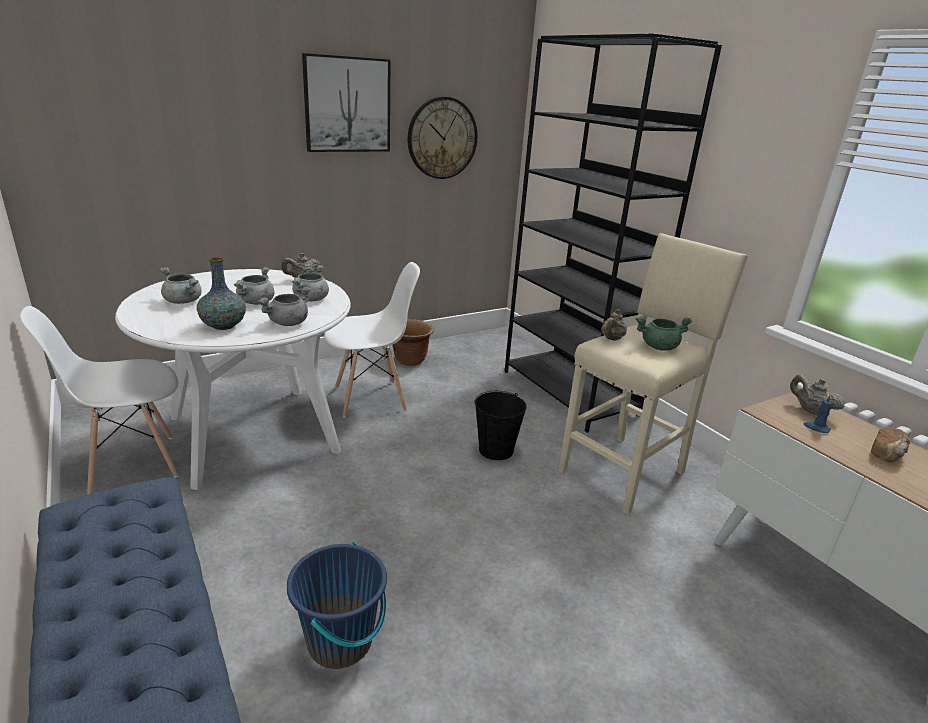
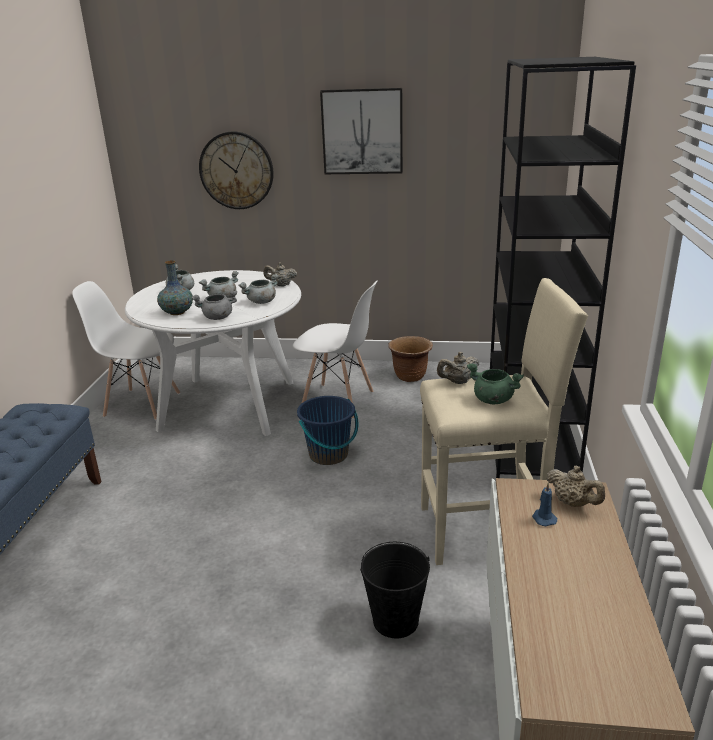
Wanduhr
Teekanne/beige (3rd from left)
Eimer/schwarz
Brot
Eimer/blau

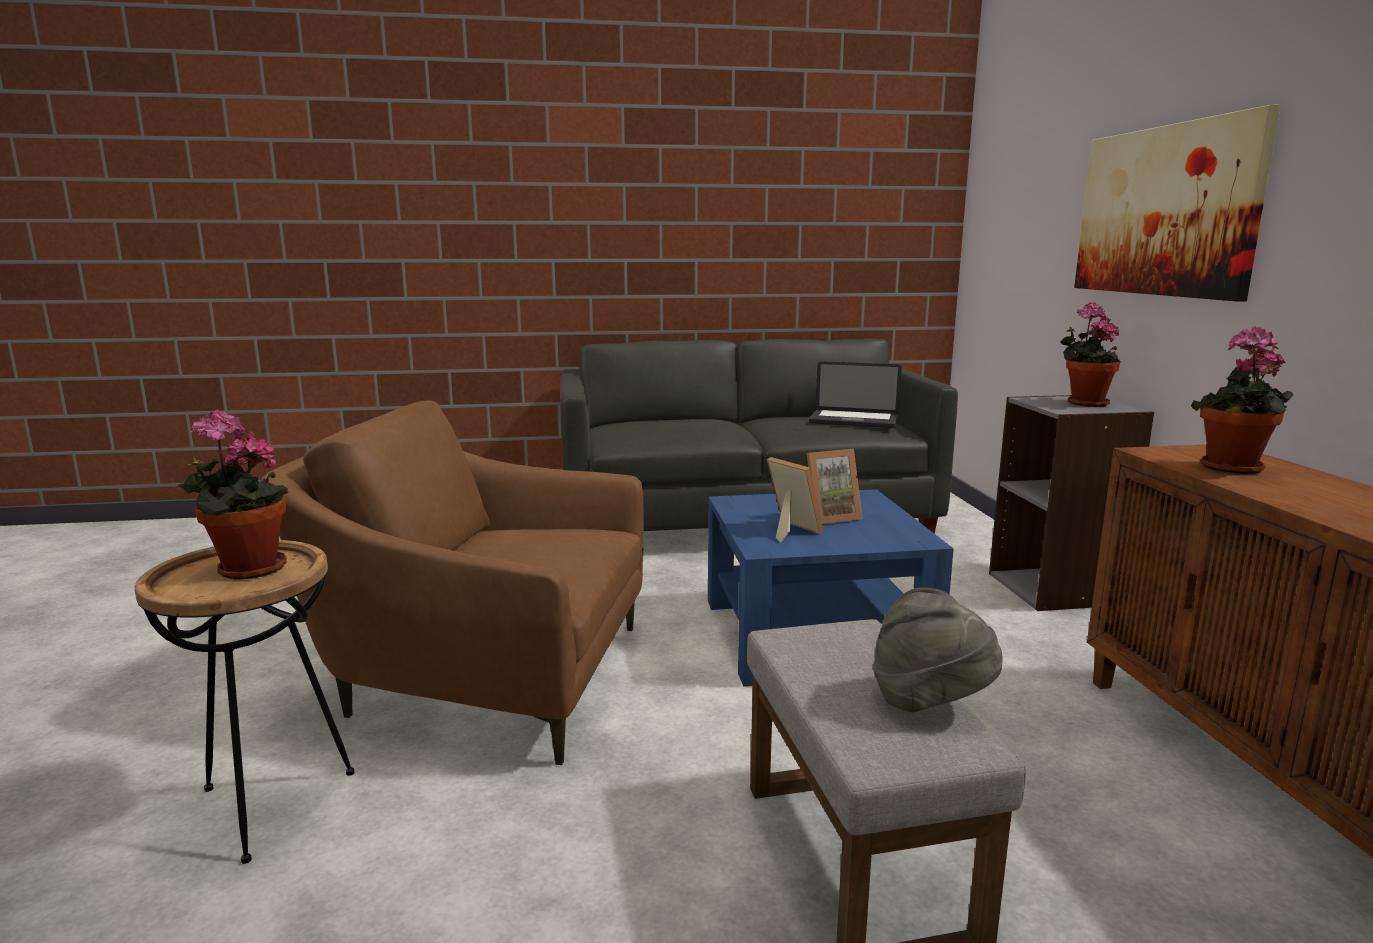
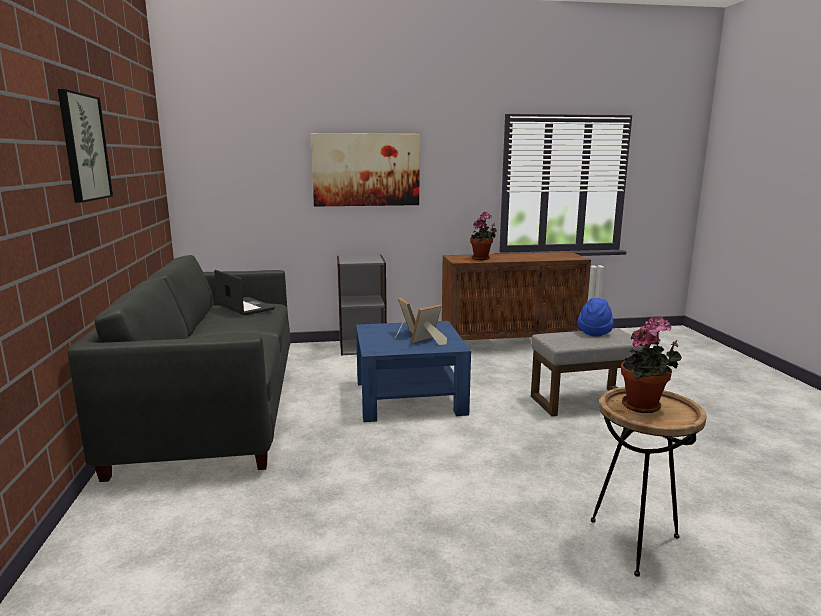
Topfpflanze (2nd from left in the first image)
Laptop
Sessel/braun
Hut/blau
Bild (1st from left)

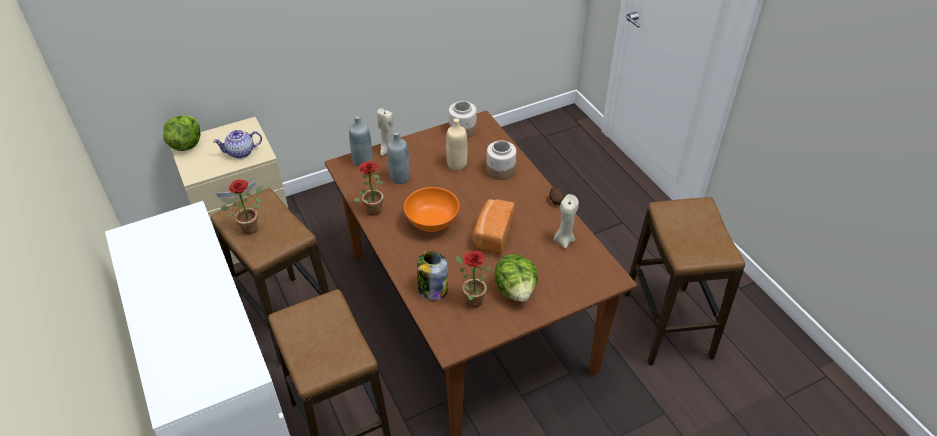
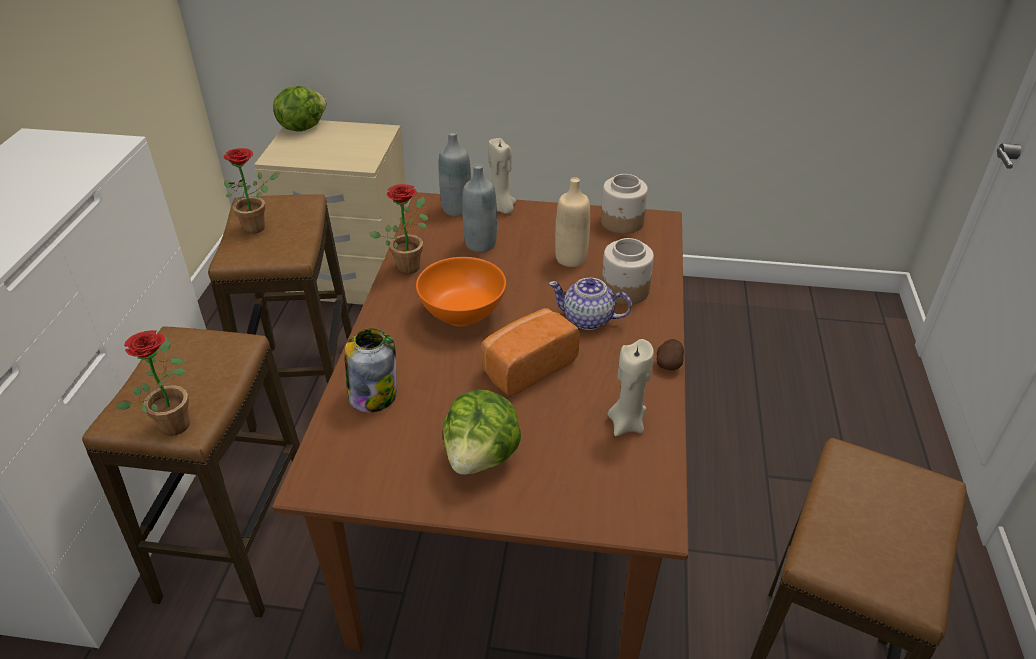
Teekanne
Topfpflanze (1st from left)

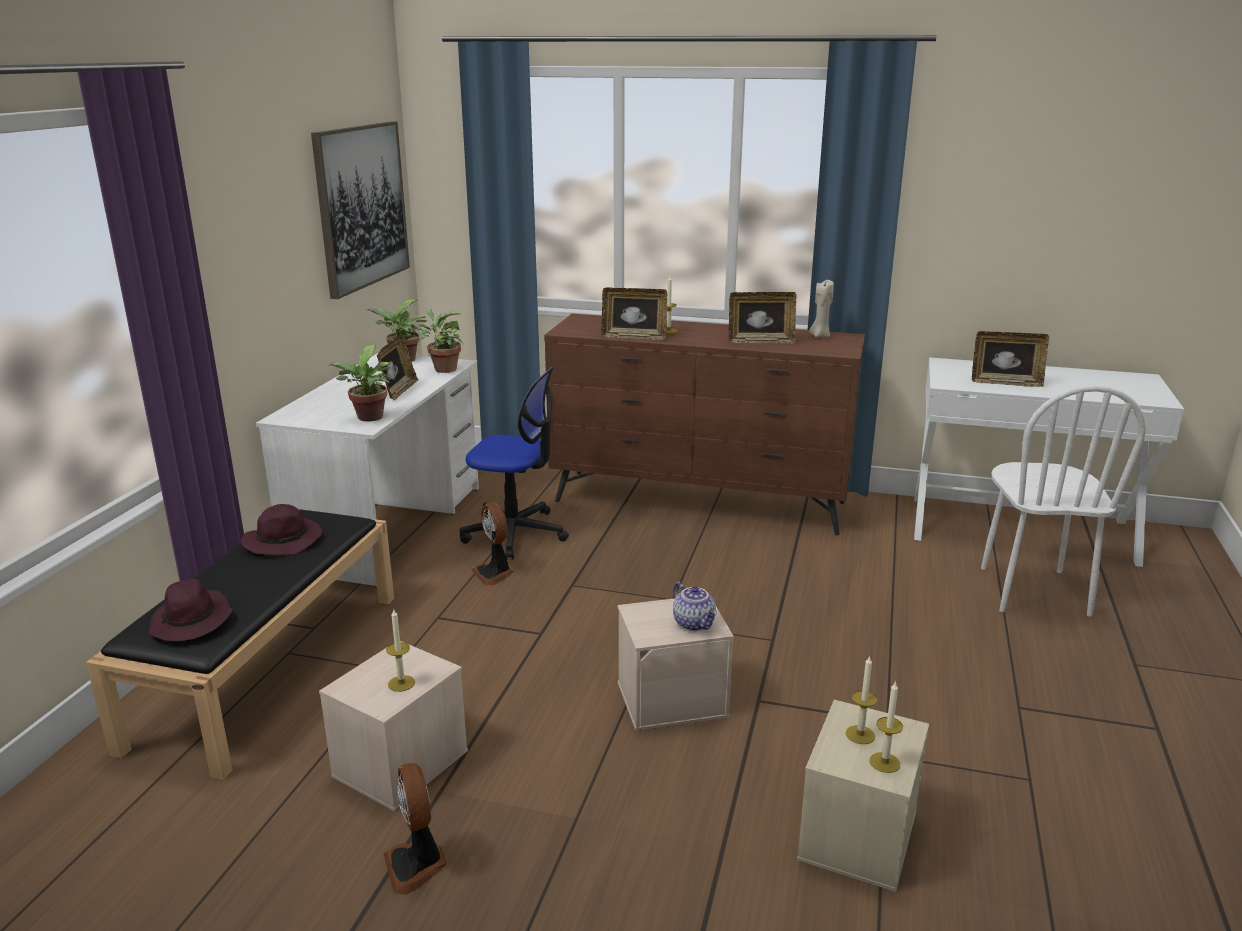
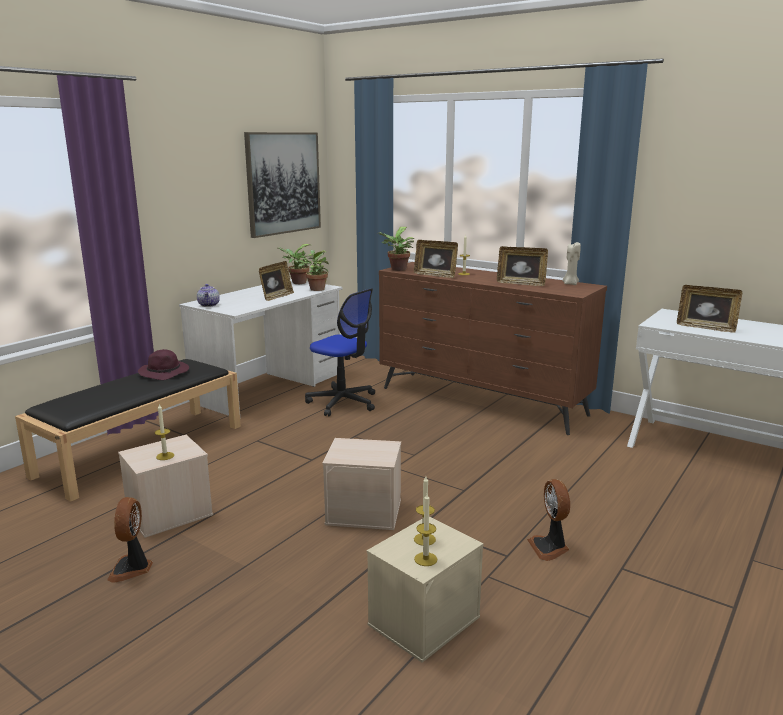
Topfpflanze (3rd from left)
Stuhl/weiß
Ventilator (2nd from left)
Hut/lila (1st from left in the first image)
Teekanne

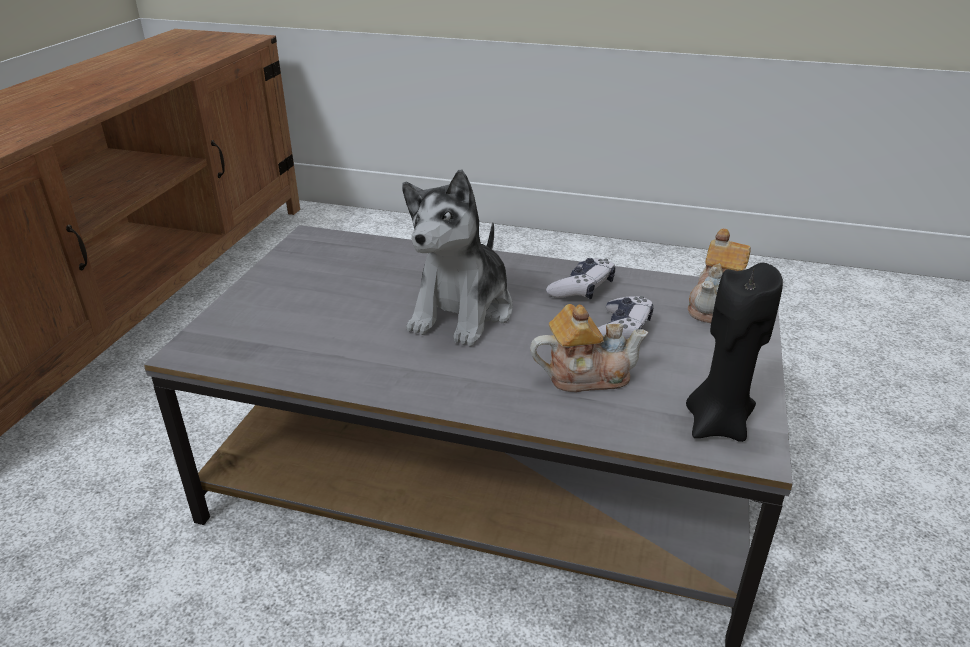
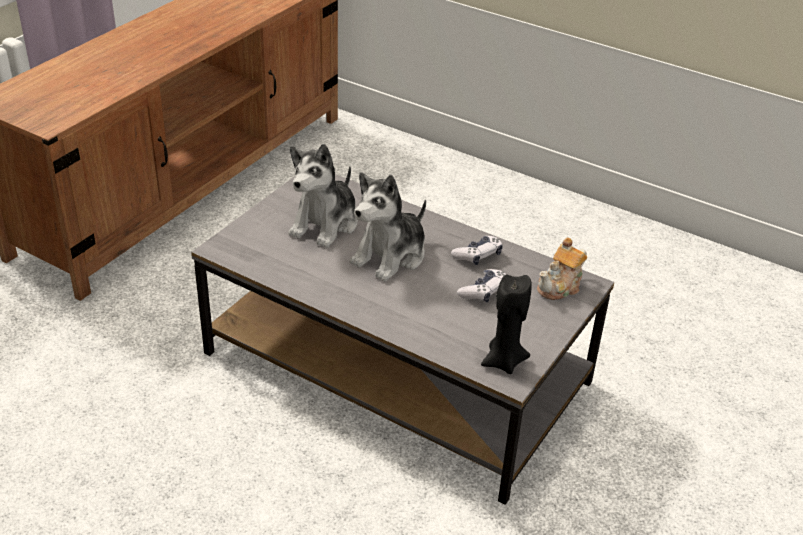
Teekanne (1st from left in the first image)
Plüschtier (1st from left)

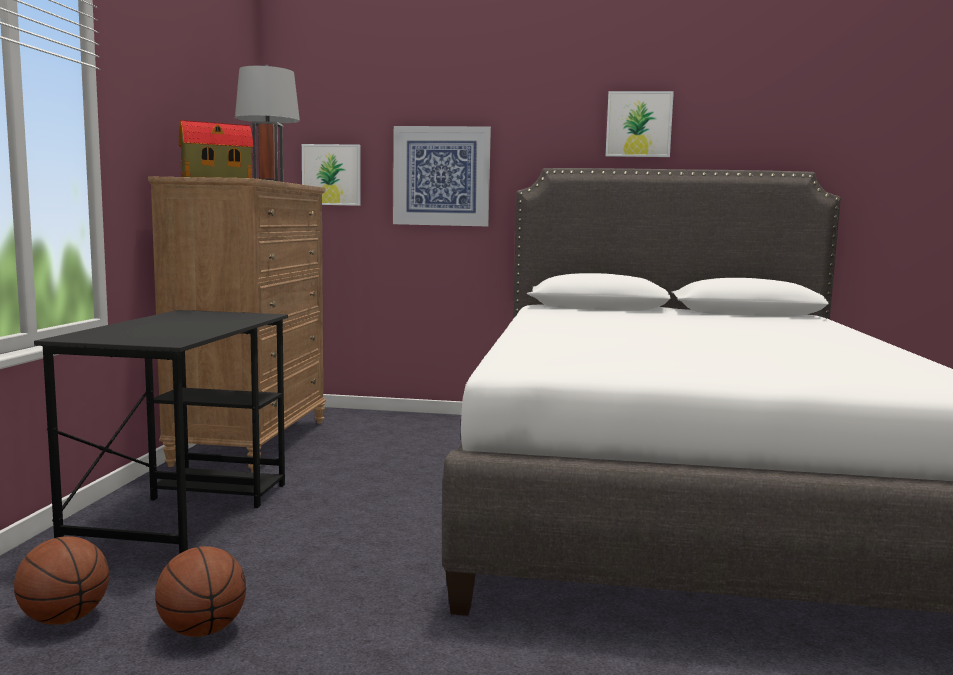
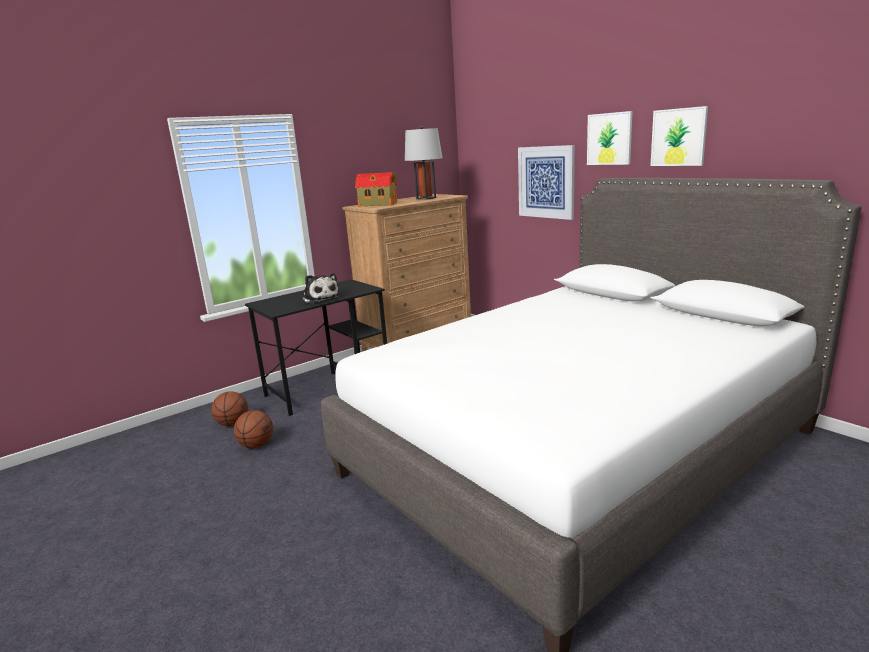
Bild (2nd from left)
Plüschtier

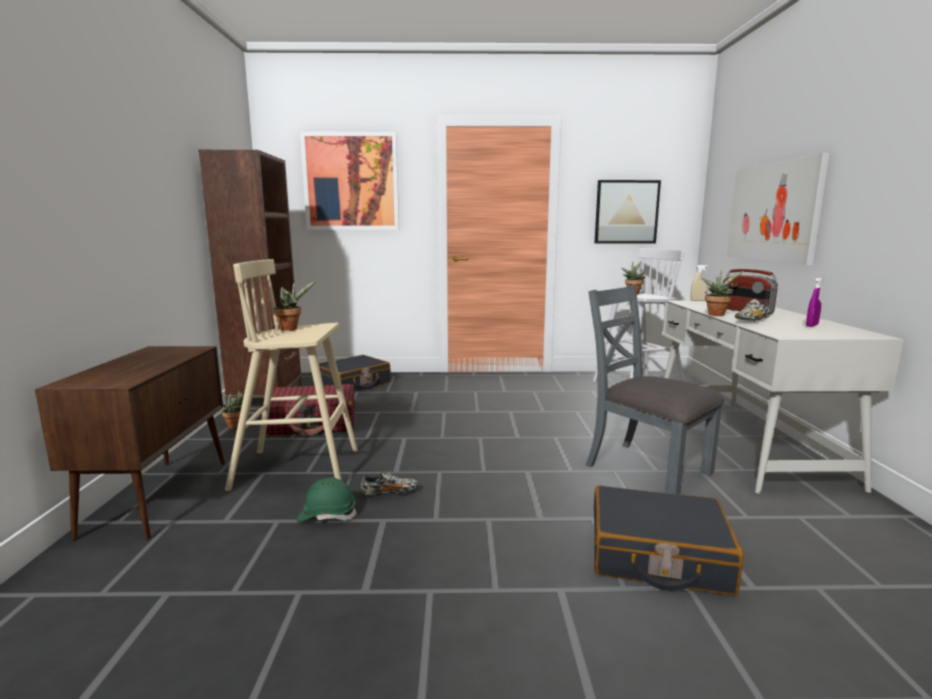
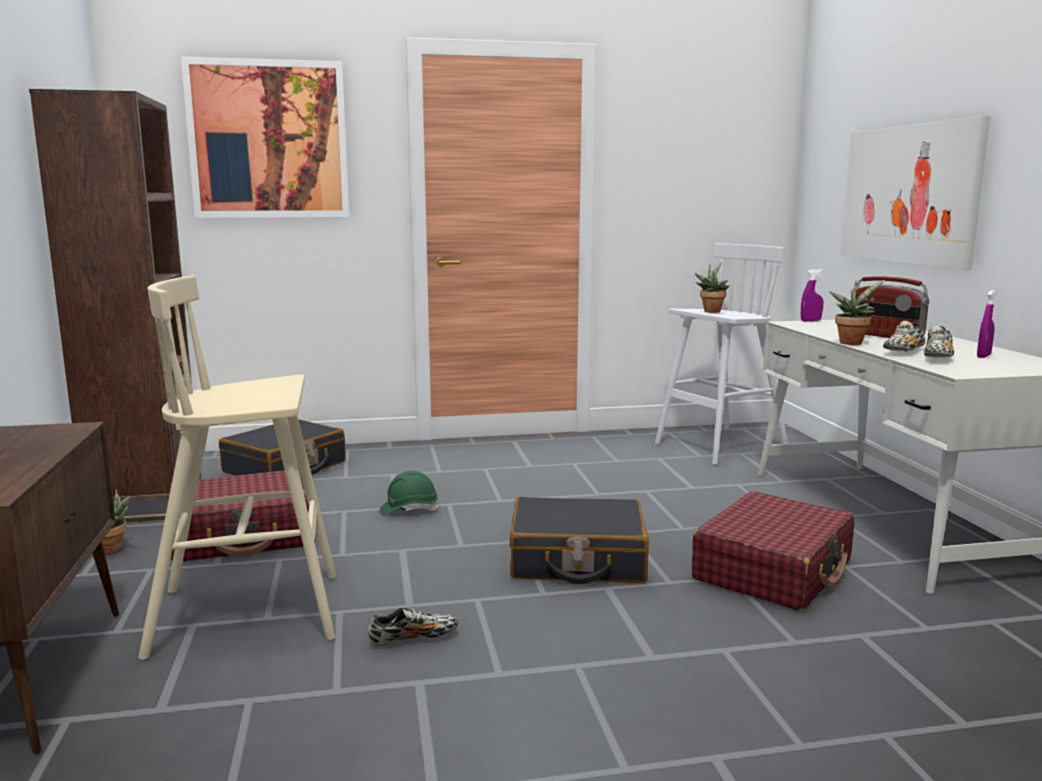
Bild (2nd from left in the first image)
Sprühflasche/lila (1st from left)
Topfpflanze (2nd from left in the first image)
Koffer/rot (2nd from left)
Schutzhelm/grün
Koffer/schwarz (2nd from left)
Schuh (3rd from left)

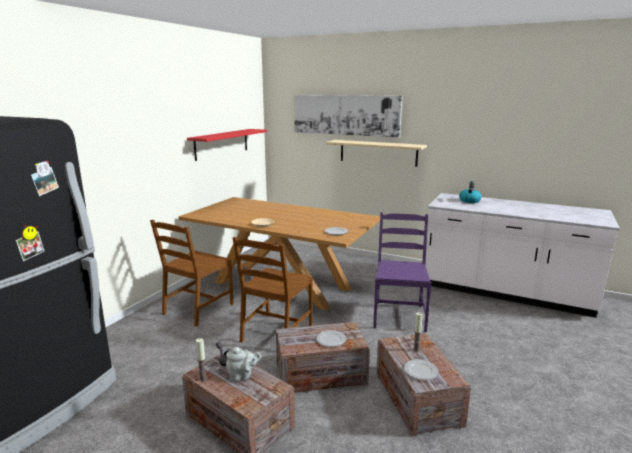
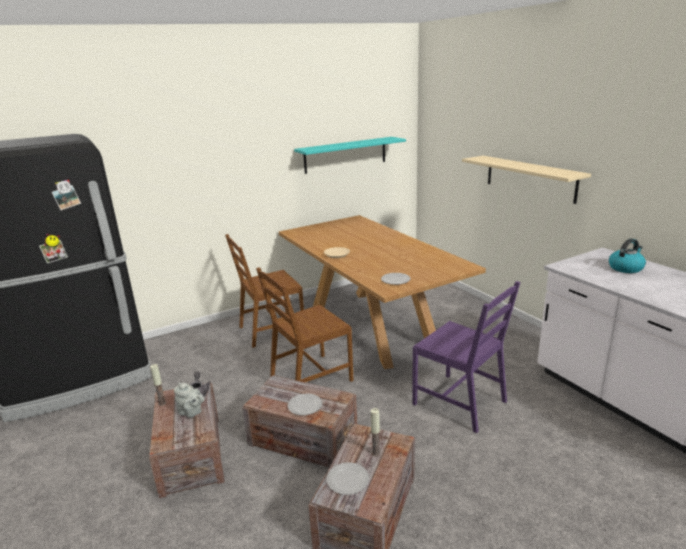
Bild
Wandregal/türkis
Stuhl/lila

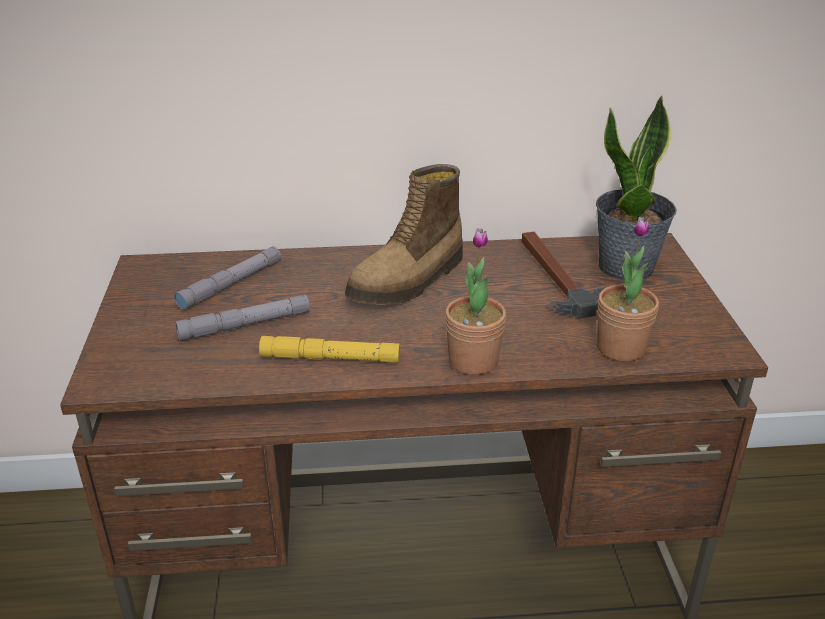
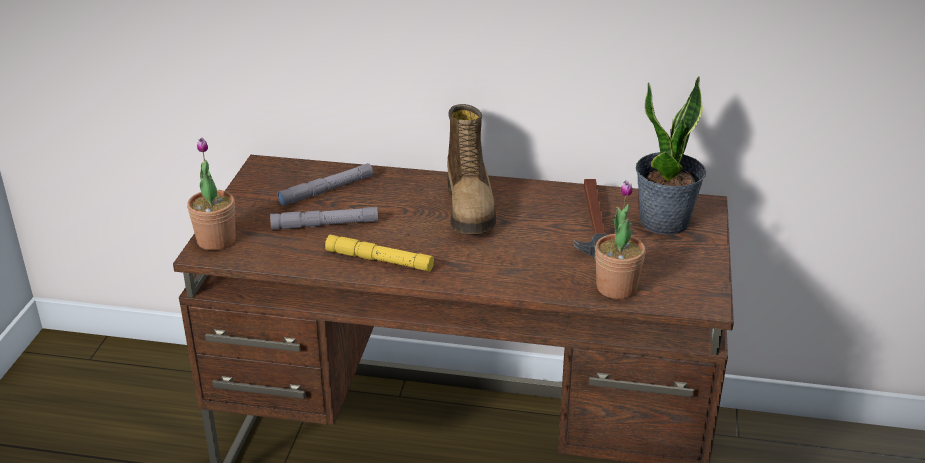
Stiefel
Topfpflanze (1st from left)

